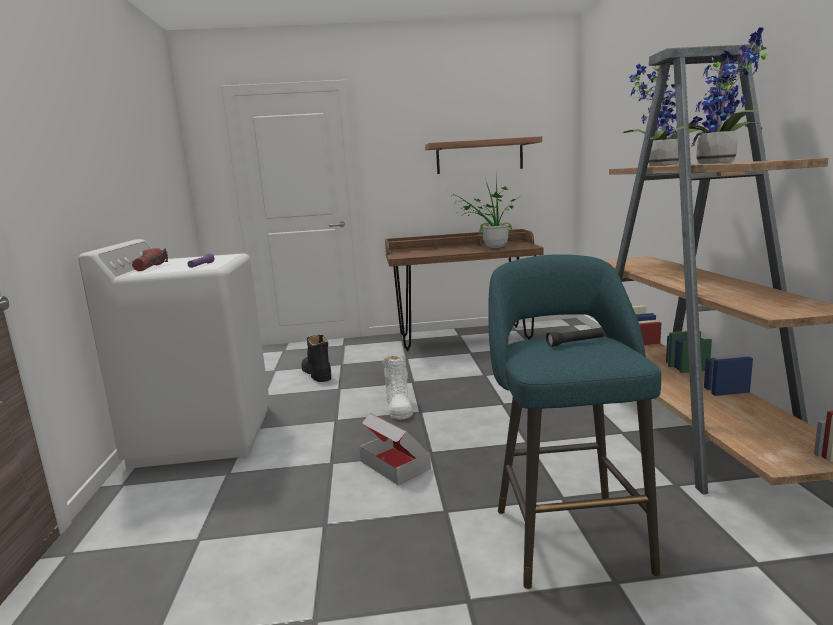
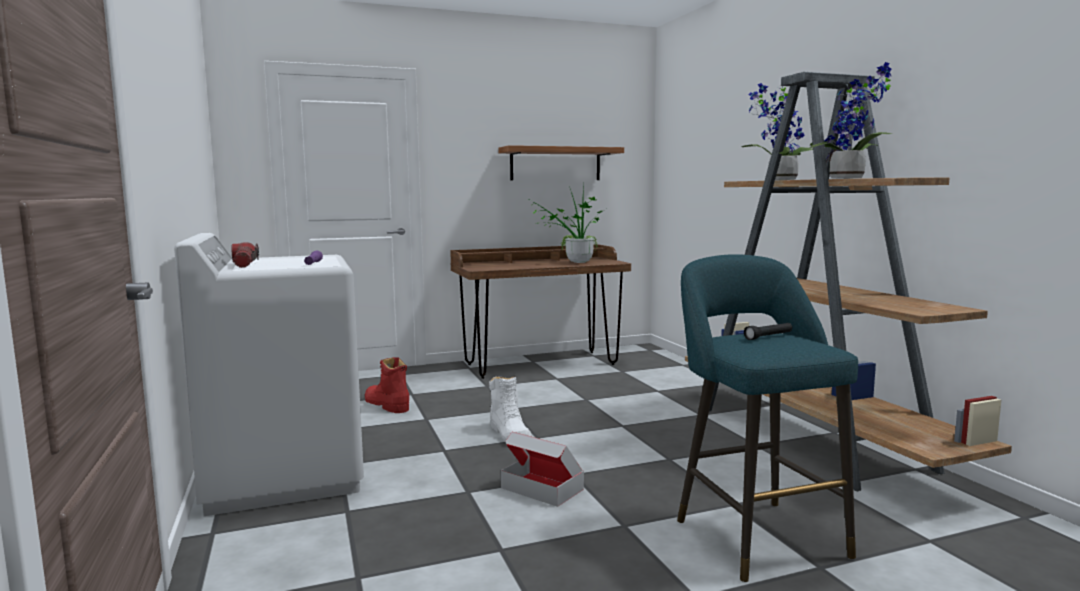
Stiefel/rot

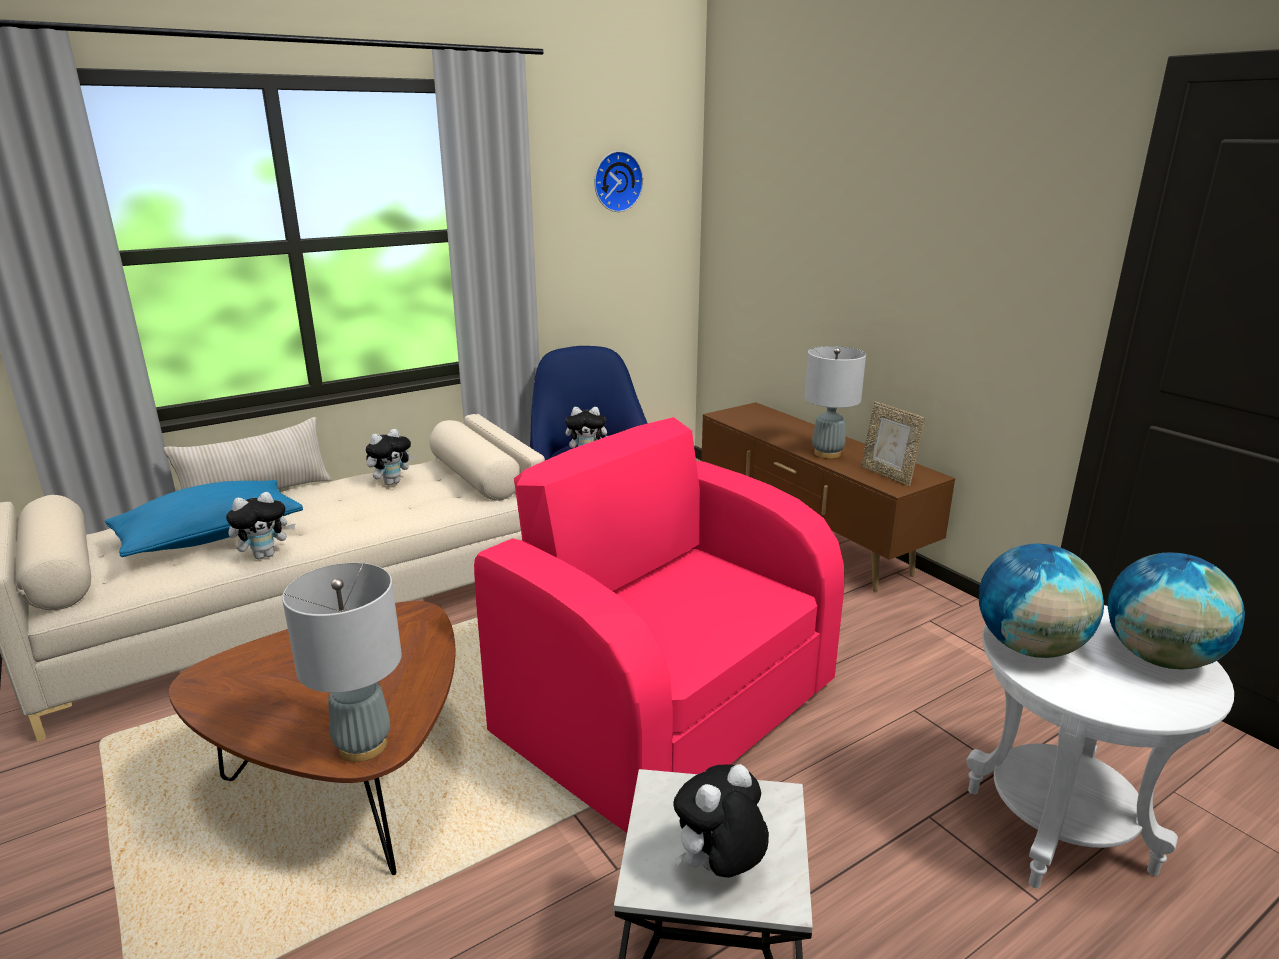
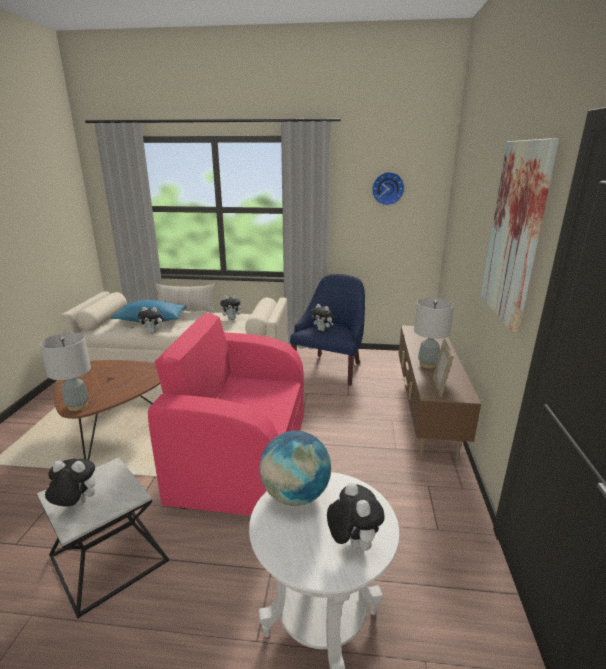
Sessel/rosa
Plüschtier (5th from left)
Bild

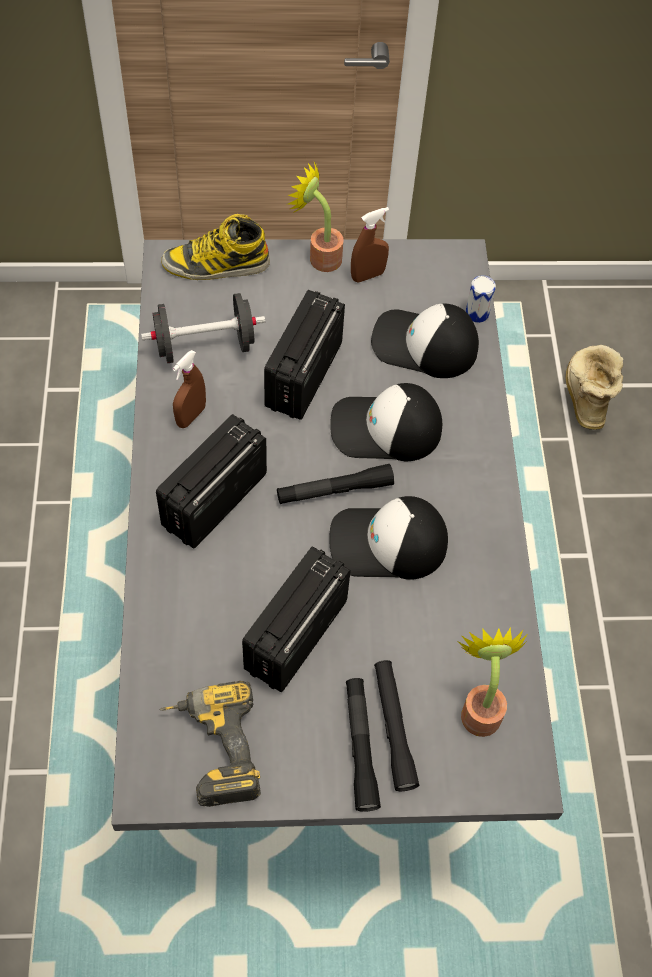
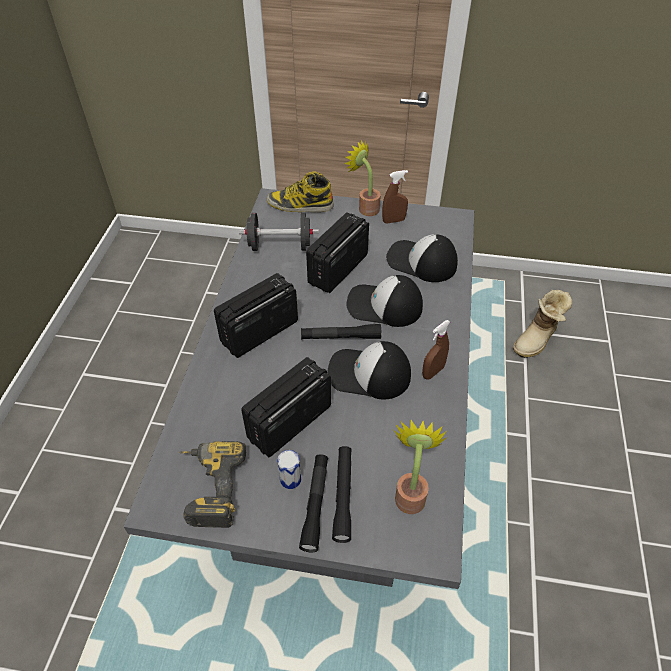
Dose
Stiefel (2nd from left)
Sprühflasche/braun (2nd from left)

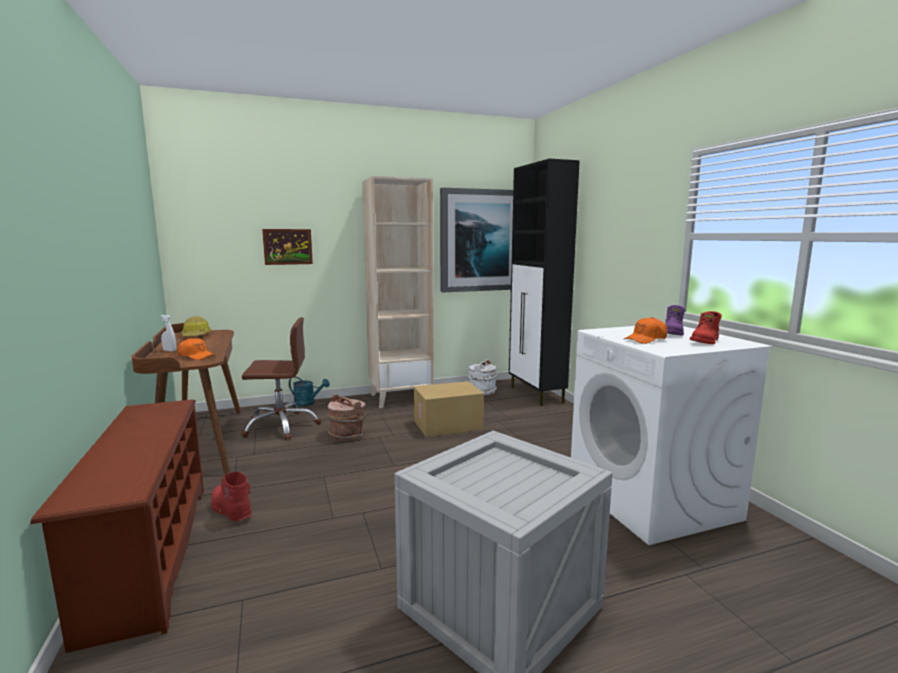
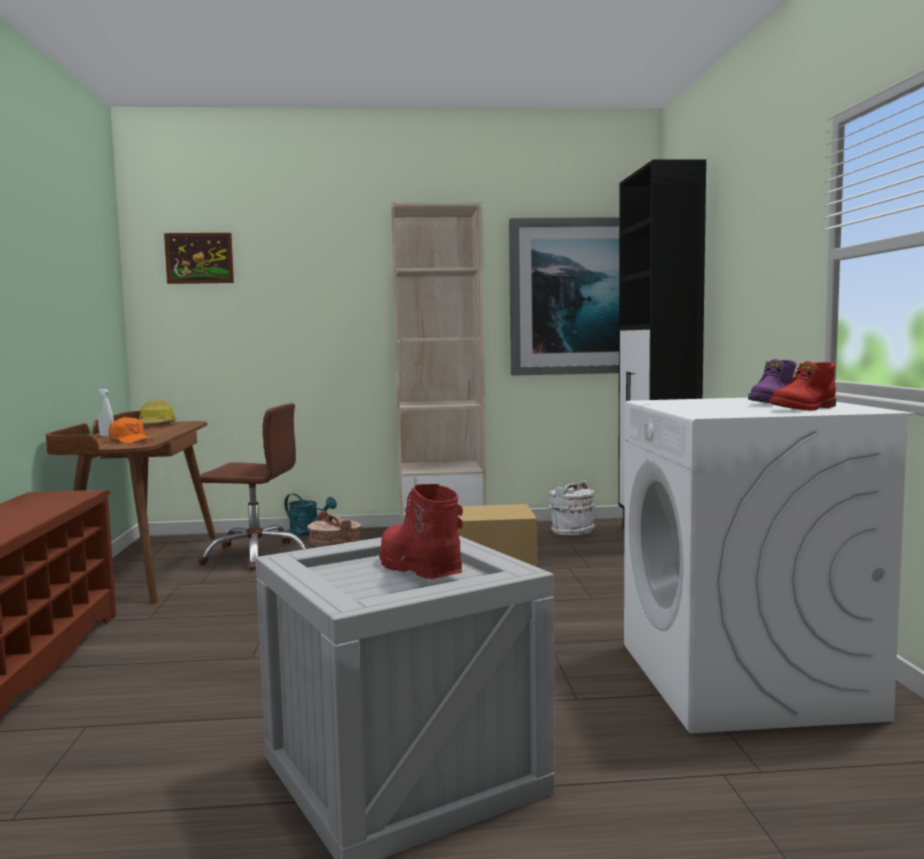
Bild (1st from left)
Kappe/orange (2nd from left in the first image)
Stiefel/rot (1st from left)

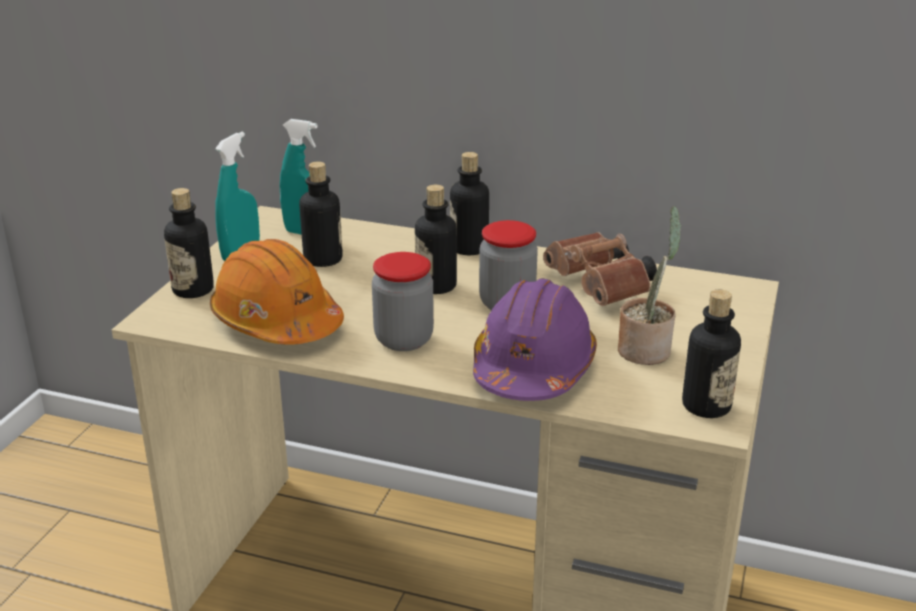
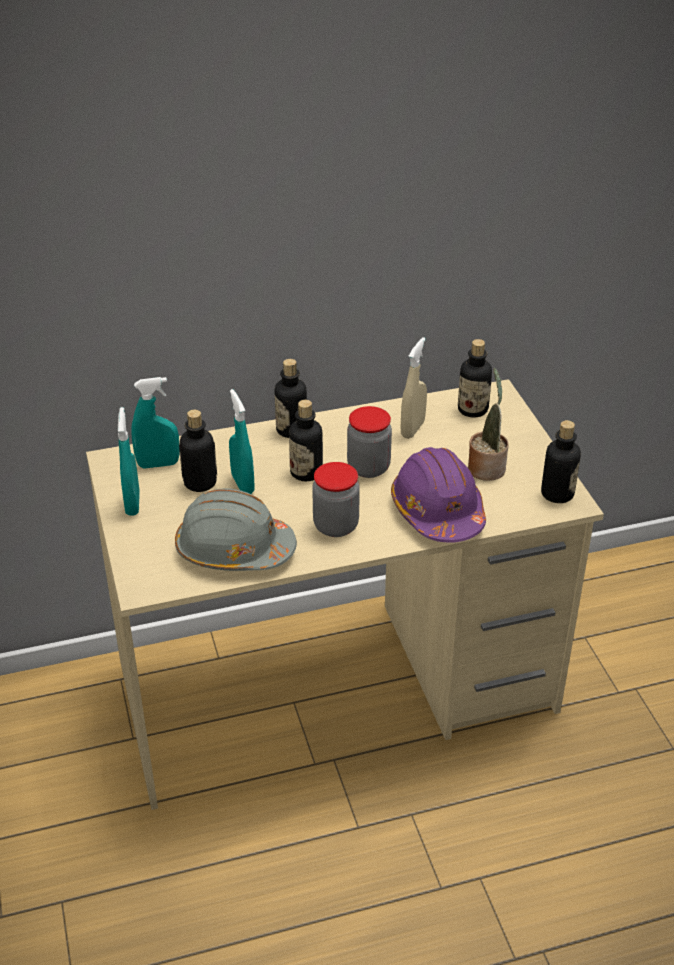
Flasche (4th from left)
Sprühflasche/beige
Schutzhelm/grau
Sprühflasche/türkis (3rd from left)

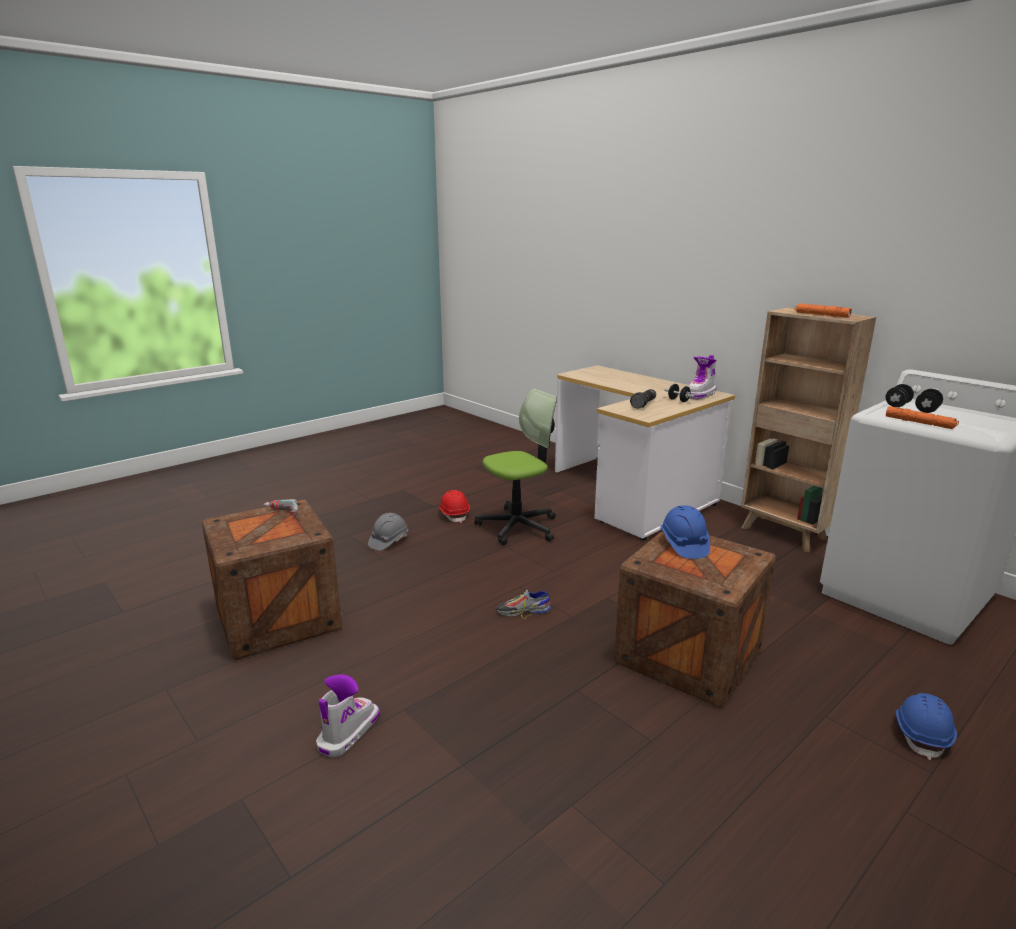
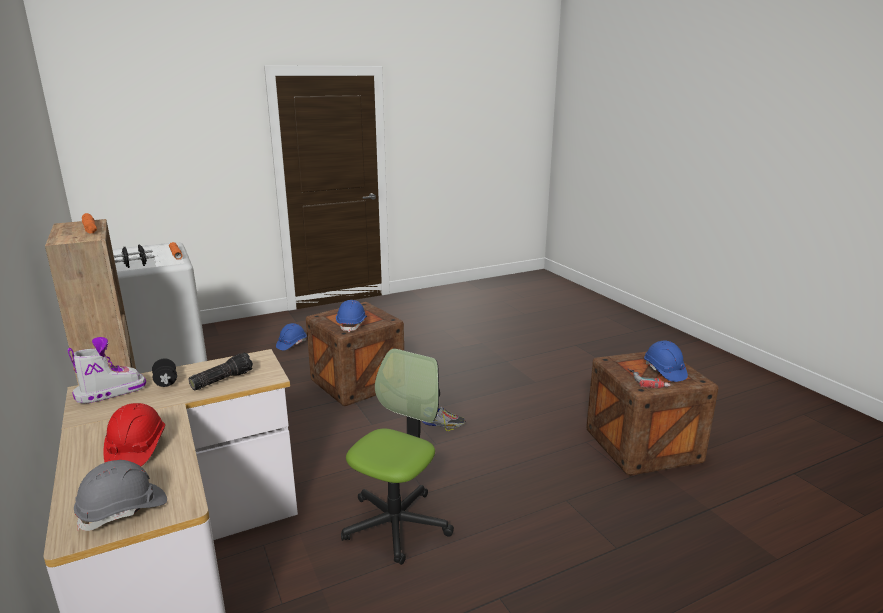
Bürostuhl
Schutzhelm/rot
Schutzhelm/grau
Stiefel (1st from left in the first image)
Schutzhelm/blau (3rd from left)

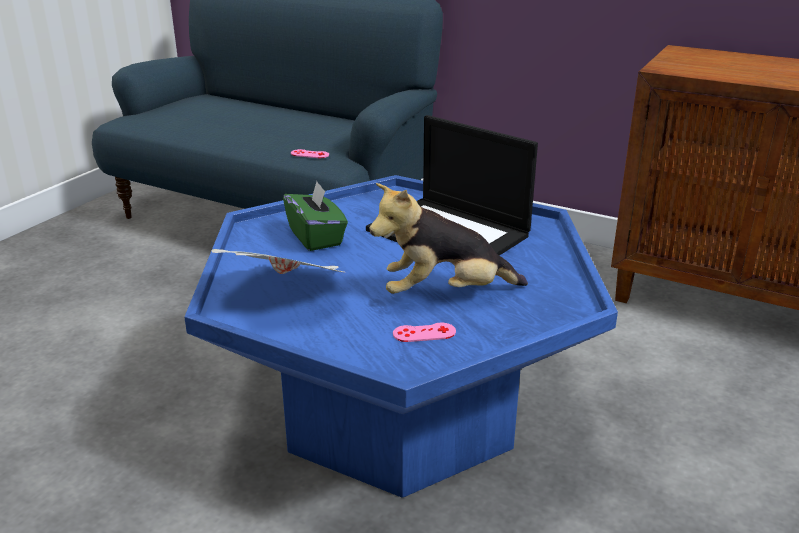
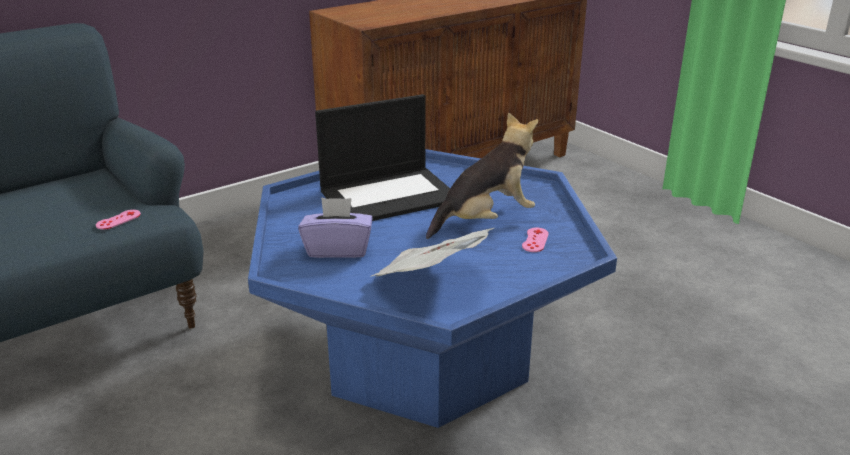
Taschentuchbox/lila
Plüschtier

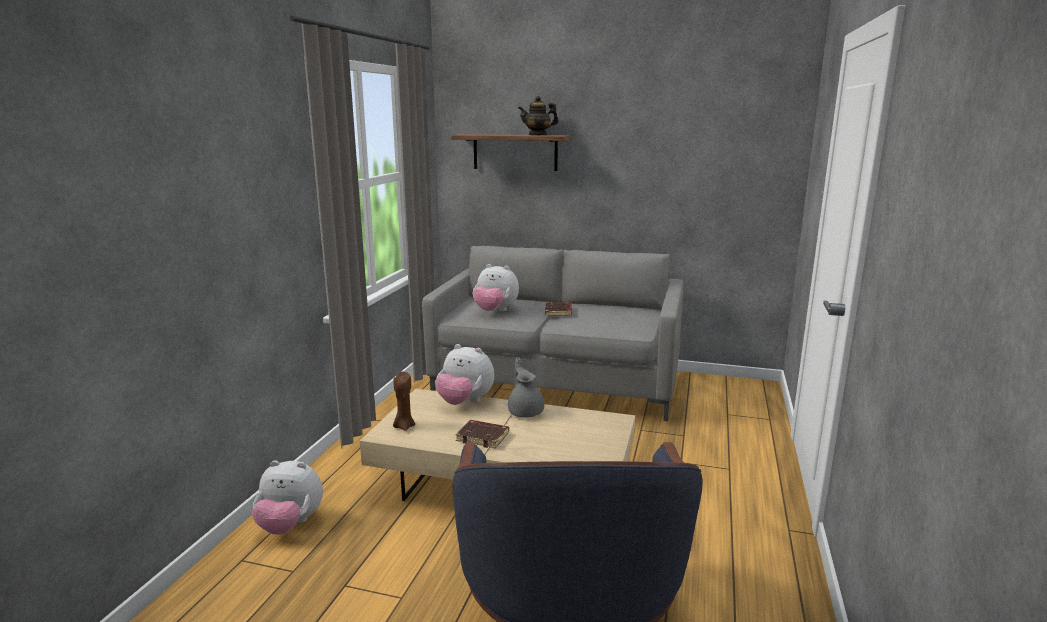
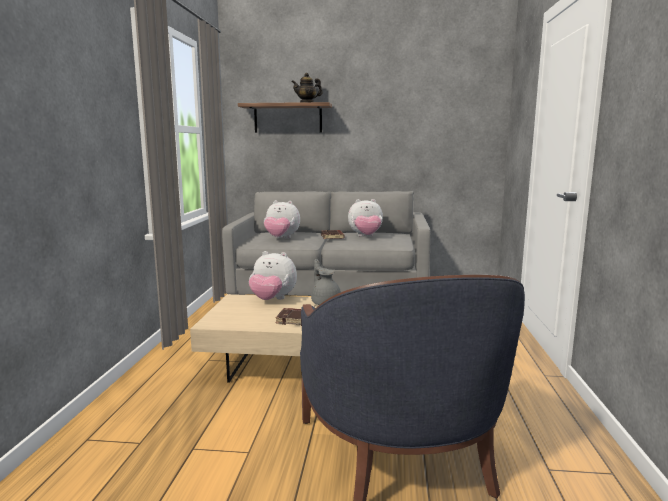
Kerze/braun
Plüschtier (3rd from left)

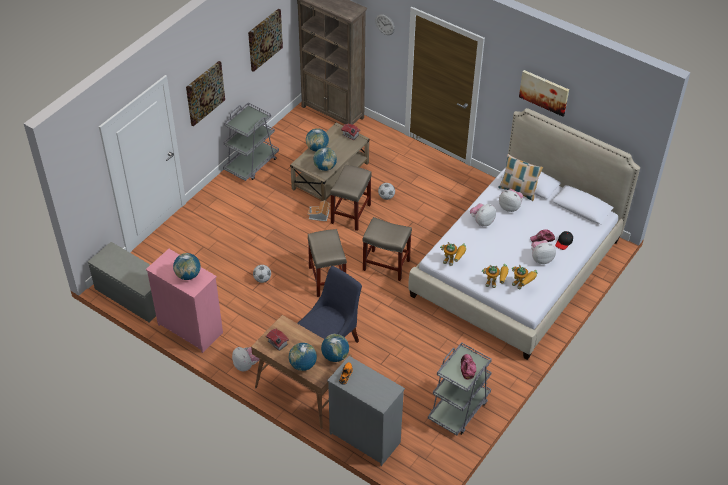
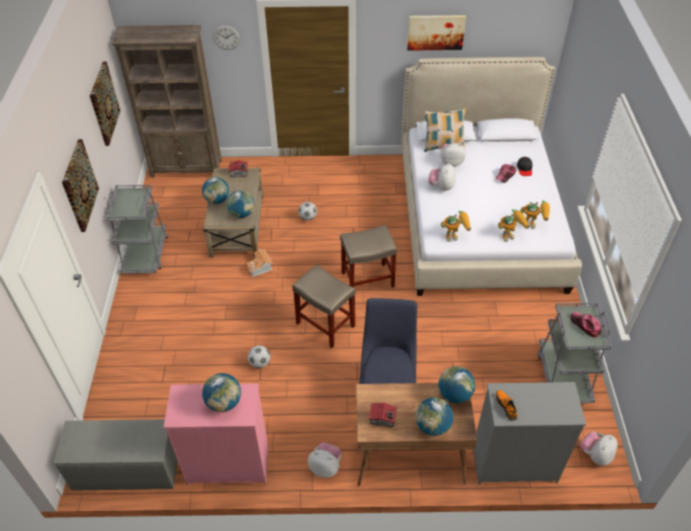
Hocker/beige (2nd from left in the first image)
Plüschtier (4th from left)

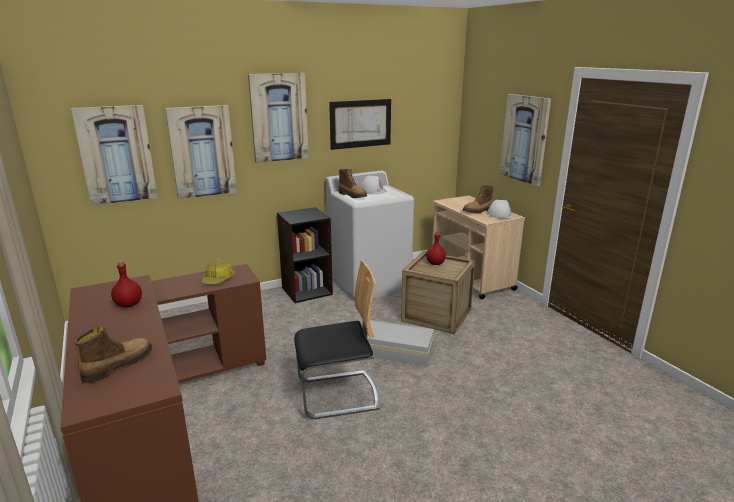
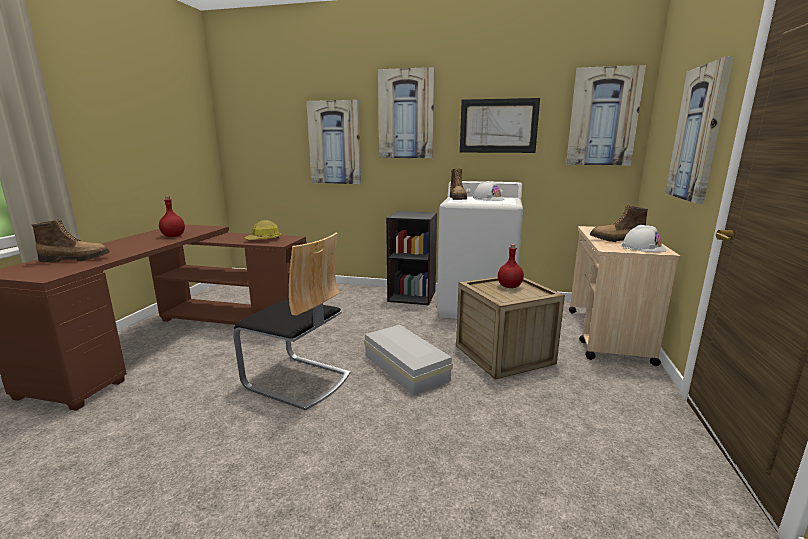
Bild (4th from left)

